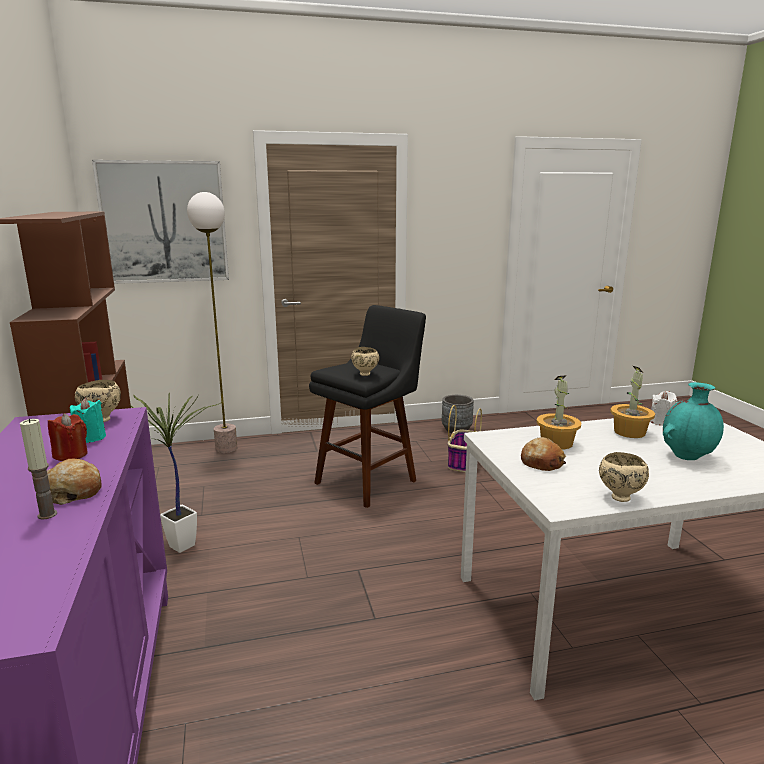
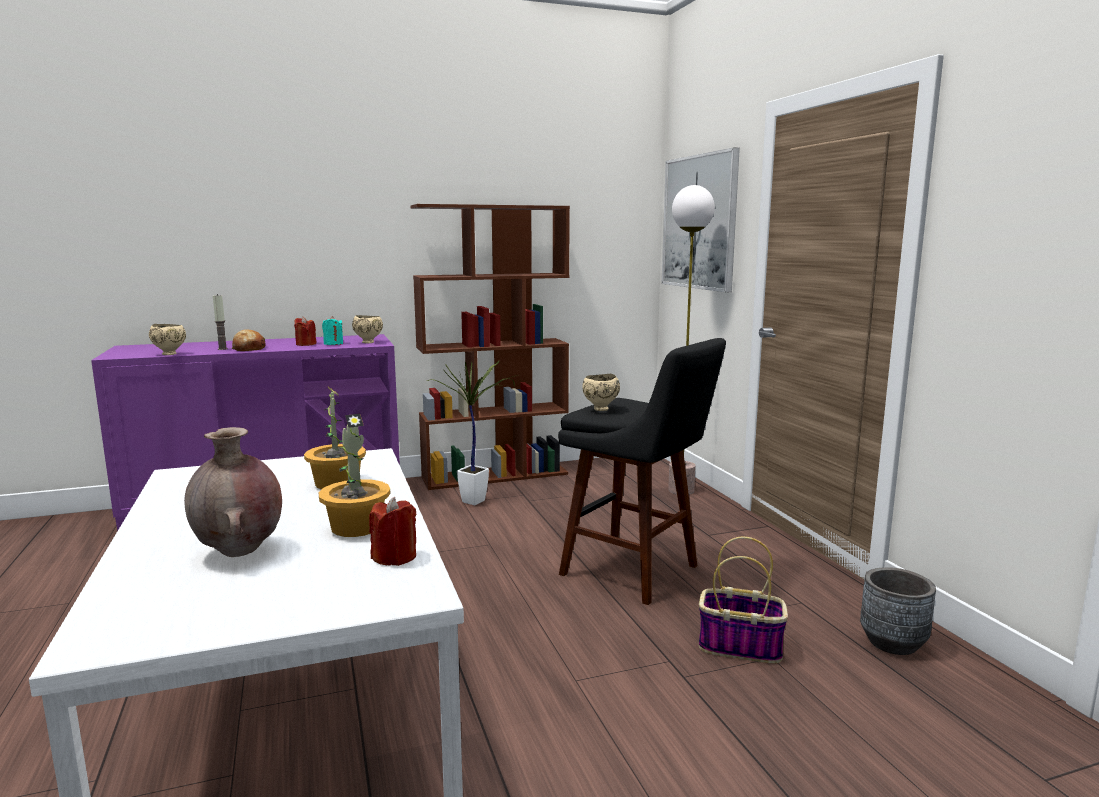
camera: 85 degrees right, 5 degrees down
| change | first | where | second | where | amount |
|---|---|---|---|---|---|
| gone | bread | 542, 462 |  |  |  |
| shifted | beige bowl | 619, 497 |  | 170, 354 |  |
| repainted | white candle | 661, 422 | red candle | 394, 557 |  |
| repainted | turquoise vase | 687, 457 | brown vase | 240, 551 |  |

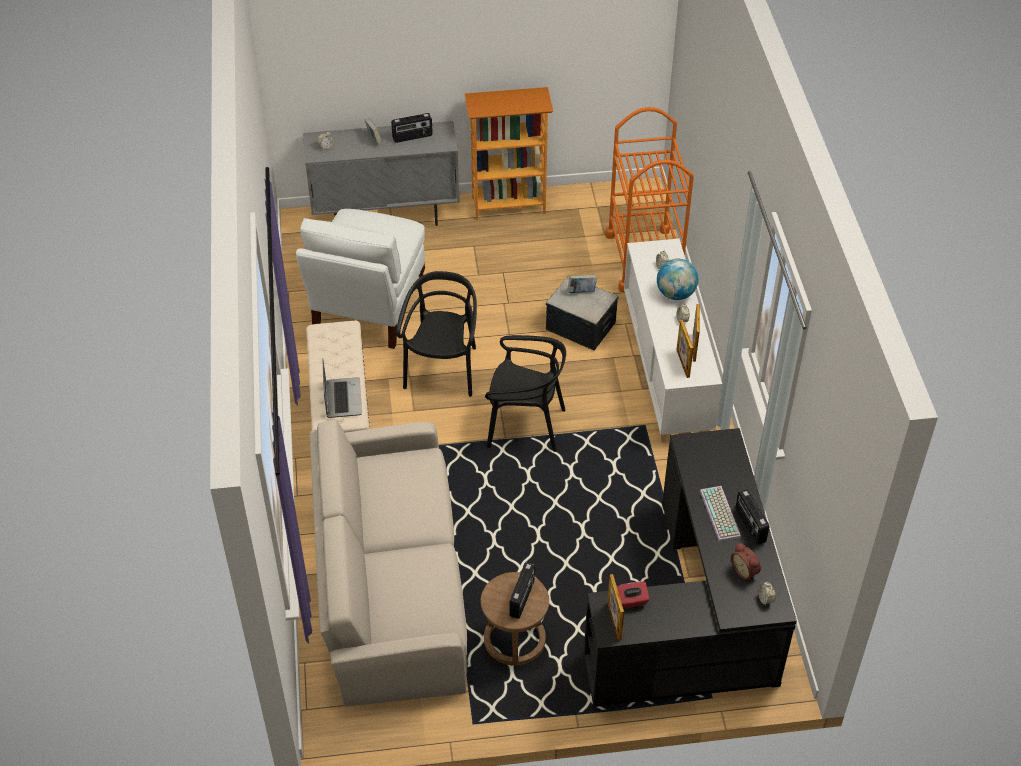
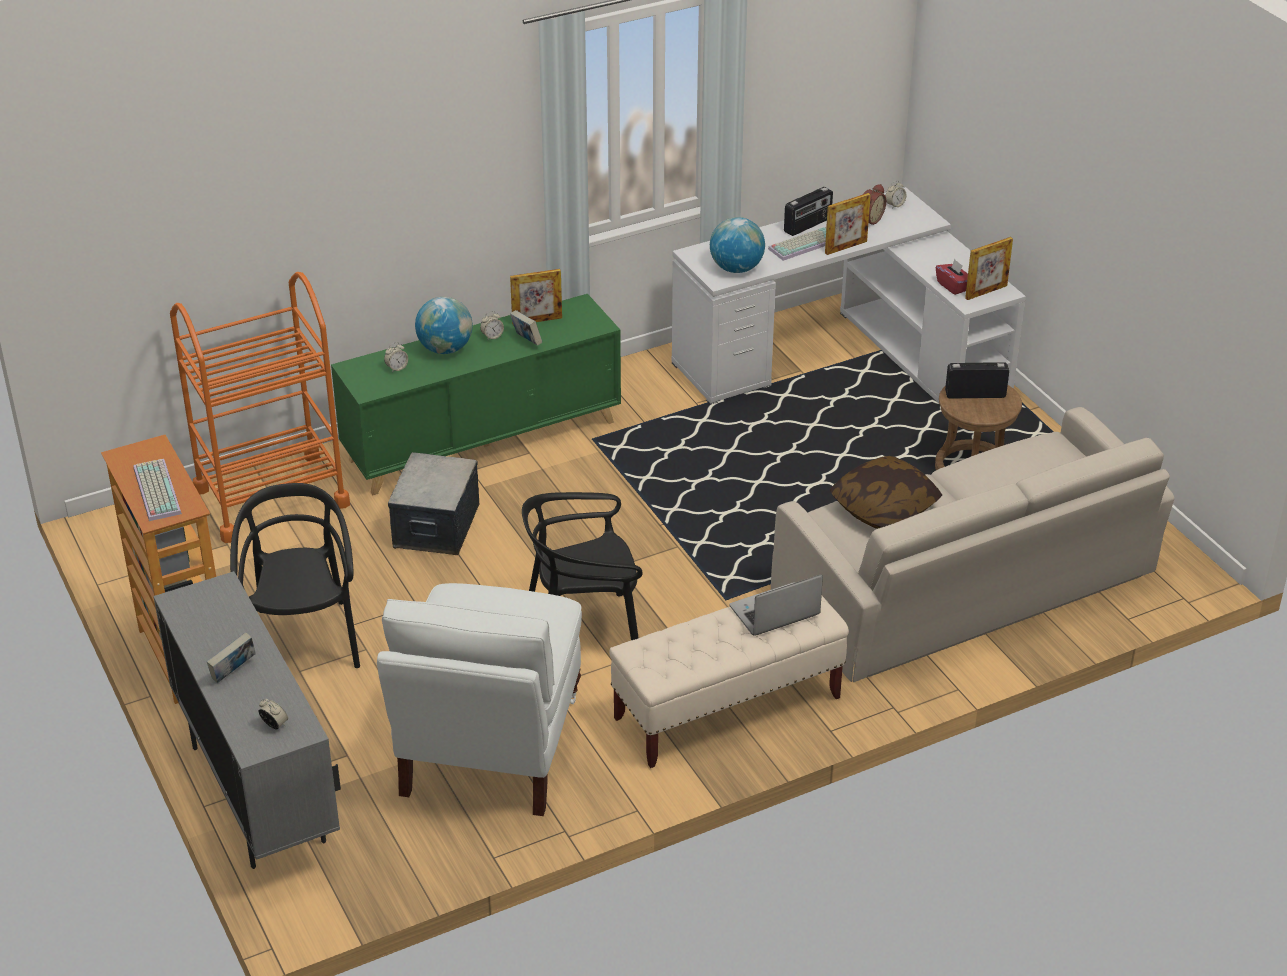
camera: 110 degrees left, 10 degrees down
| change | first | where | second | where | amount |
|---|---|---|---|---|---|
| gone | radio | 412, 137 |  |  |  |
| new |  |  | keyboard | 155, 490 |  |
| new |  |  | globe | 736, 268 |  |
| new |  |  | pillow | 884, 507 |  |
| shifted | black chair | 525, 425 |  | 303, 641 |  |
| shifted | book | 581, 292 |  | 526, 341 |  |
| shifted | picture frame | 683, 363 |  | 846, 247 |  |
| repainted | black desk | 697, 615 | white desk | 848, 357 |  |
| repainted | white cabinet | 666, 368 | green cabinet | 483, 440 |  |
| rotated | white chair | 368, 307 |  | 490, 748 | 105 degrees clockwise |

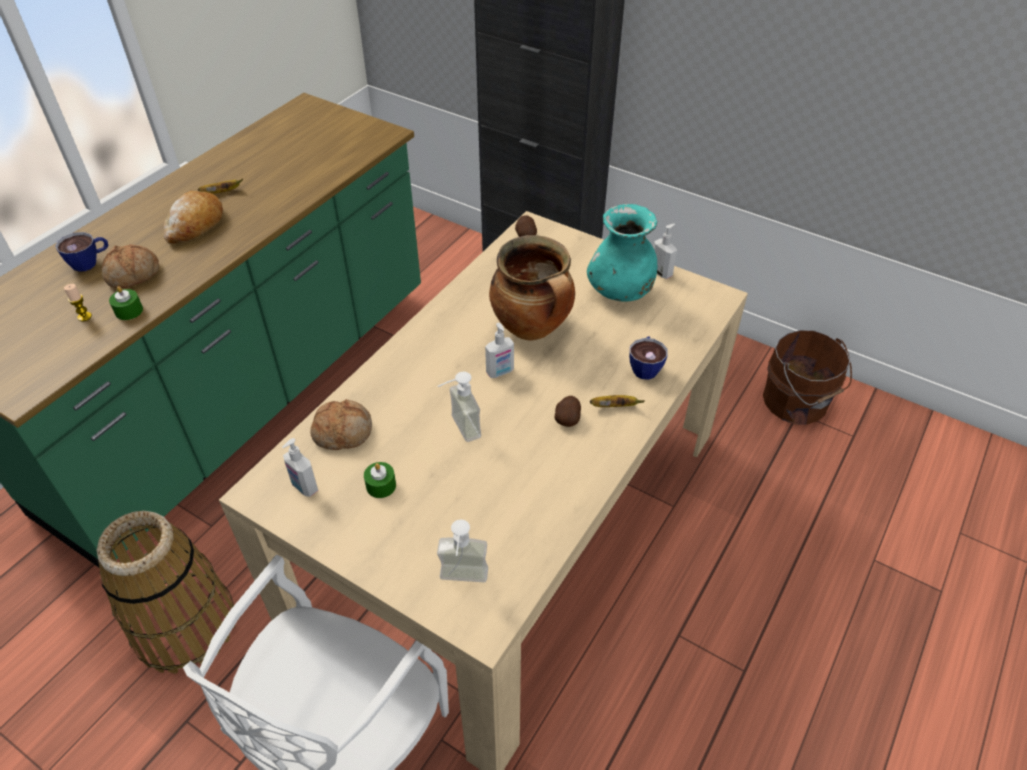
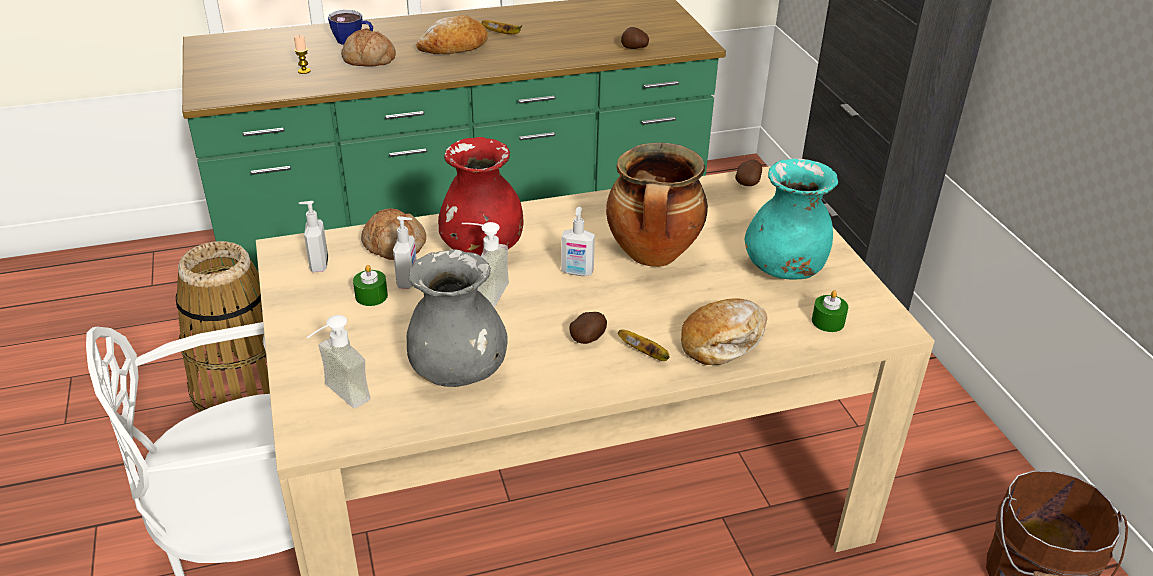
camera: 40 degrees right, 10 degrees down
| change | first | where | second | where | amount |
|---|---|---|---|---|---|
| new |  |  | grey vase | 459, 371 |  |
| new |  |  | red vase | 482, 247 |  |
| new |  |  | potato | 634, 48 |  |
| shifted | green candle | 129, 311 |  | 828, 321 |  |
| shifted | soap dispenser | 661, 272 |  | 408, 281 |  |
| swapped | cup | 645, 366 | bread | 723, 340 |  |

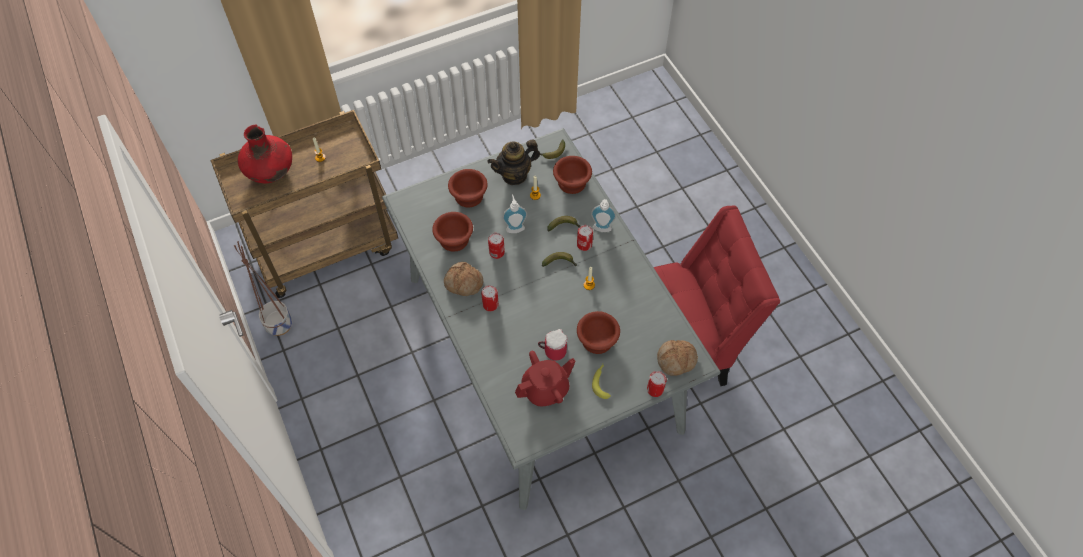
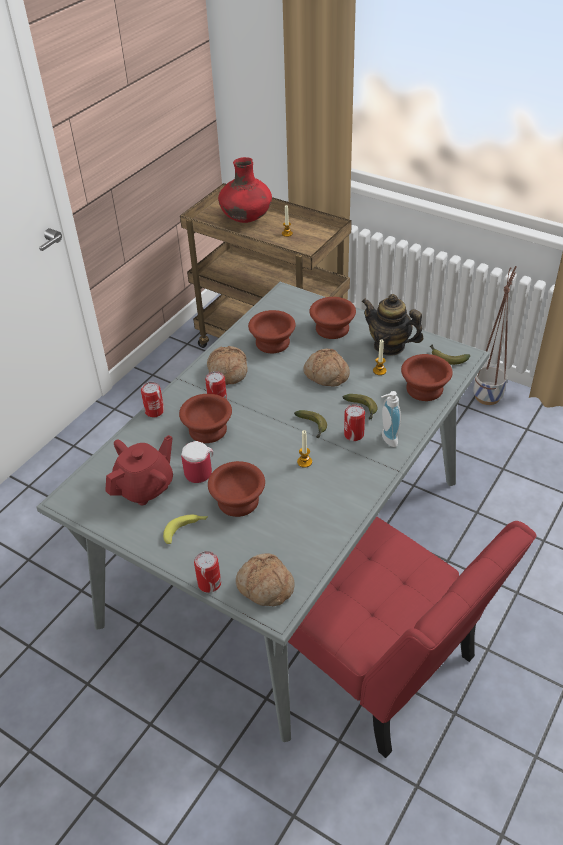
camera: 60 degrees right, 15 degrees down
| change | first | where | second | where | amount |
|---|---|---|---|---|---|
| new |  |  | brown bowl | 208, 429 |  |
| shifted | planter | 279, 325 |  | 487, 396 |  |
| shifted | can | 497, 252 |  | 154, 411 |  |
| swapped | soap dispenser | 515, 227 | bread | 326, 375 |  |
| rotated | red teapot | 545, 389 |  | 145, 487 | 75 degrees counterclockwise |

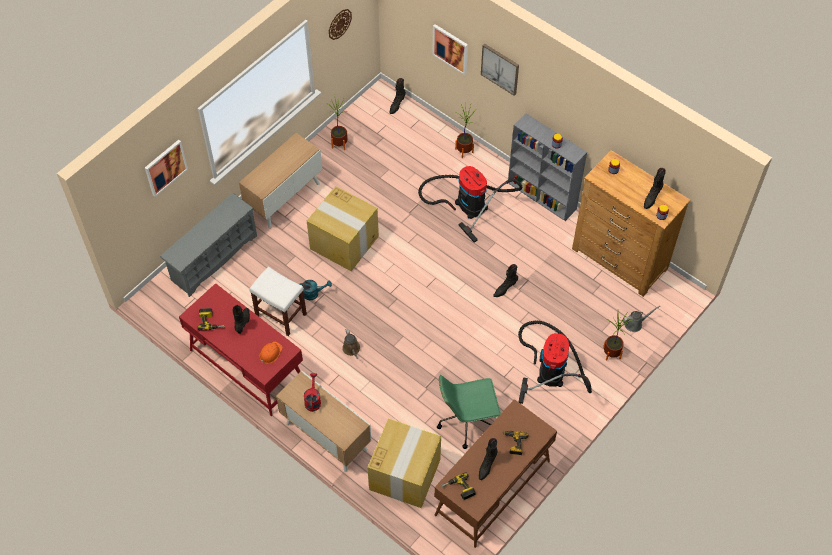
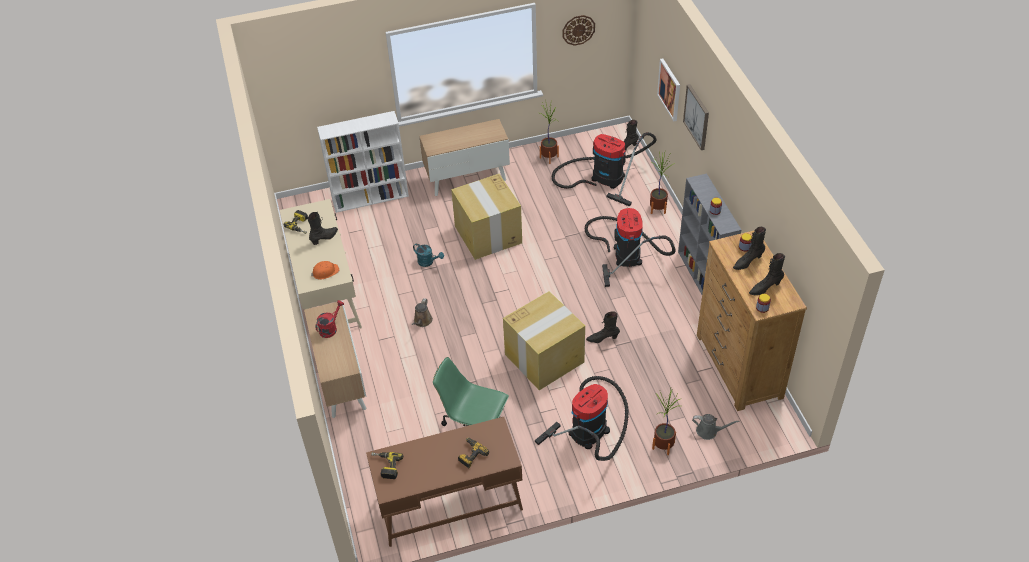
camera: 35 degrees right, 10 degrees down
| change | first | where | second | where | amount |
|---|---|---|---|---|---|
| gone | picture | 165, 167 |  |  |  |
| gone | white stool | 281, 315 |  |  |  |
| new |  |  | vacuum cleaner | 604, 177 |  |
| shifted | cardboard box | 405, 474 |  | 545, 358 |  |
| shifted | black boot | 487, 466 |  | 747, 262 |  |
| swapped | grey shoe rack | 213, 257 | white bookcase | 371, 197 |  |
| repainted | red desk | 247, 365 | beige desk | 326, 291 |  |

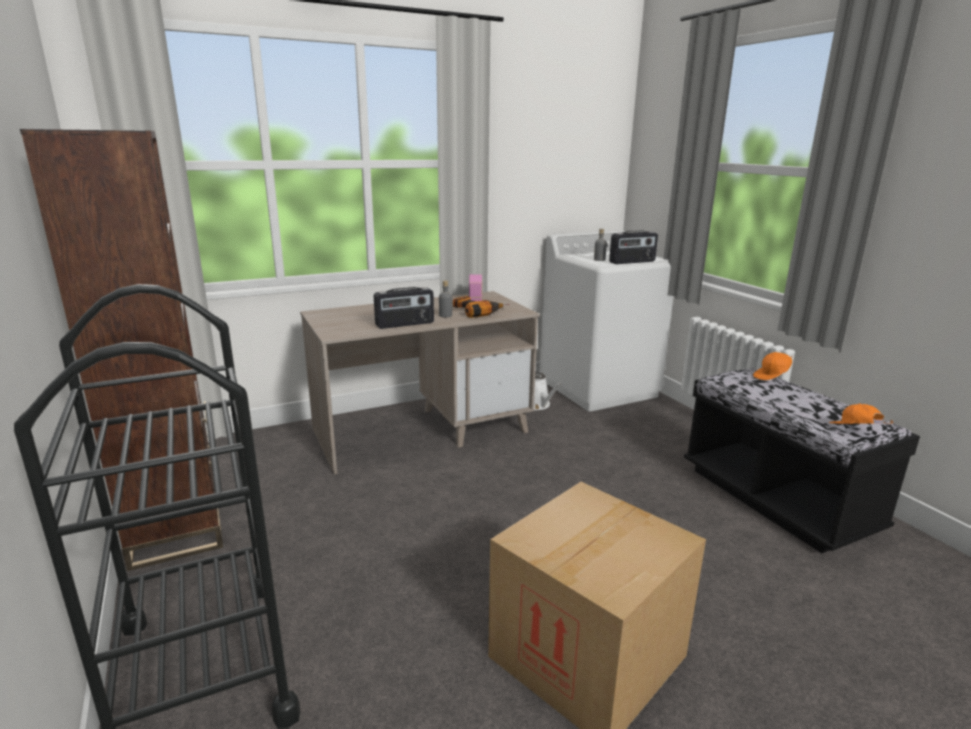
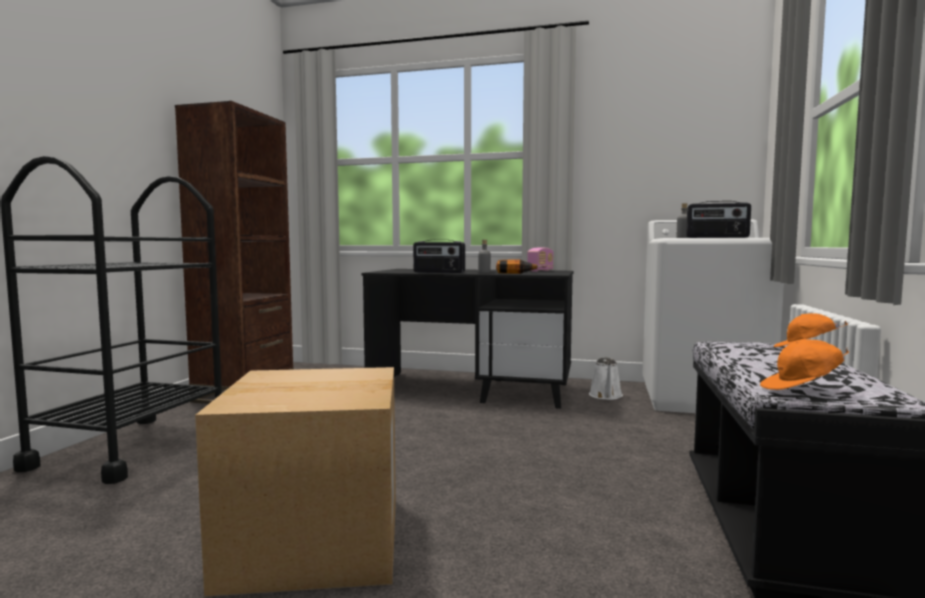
camera: 40 degrees right, 15 degrees down
| change | first | where | second | where | amount |
|---|---|---|---|---|---|
| repainted | beige desk | 423, 431 | black desk | 472, 389 |  |
| rotated | orange cap | 854, 431 |  | 802, 389 | 105 degrees counterclockwise |

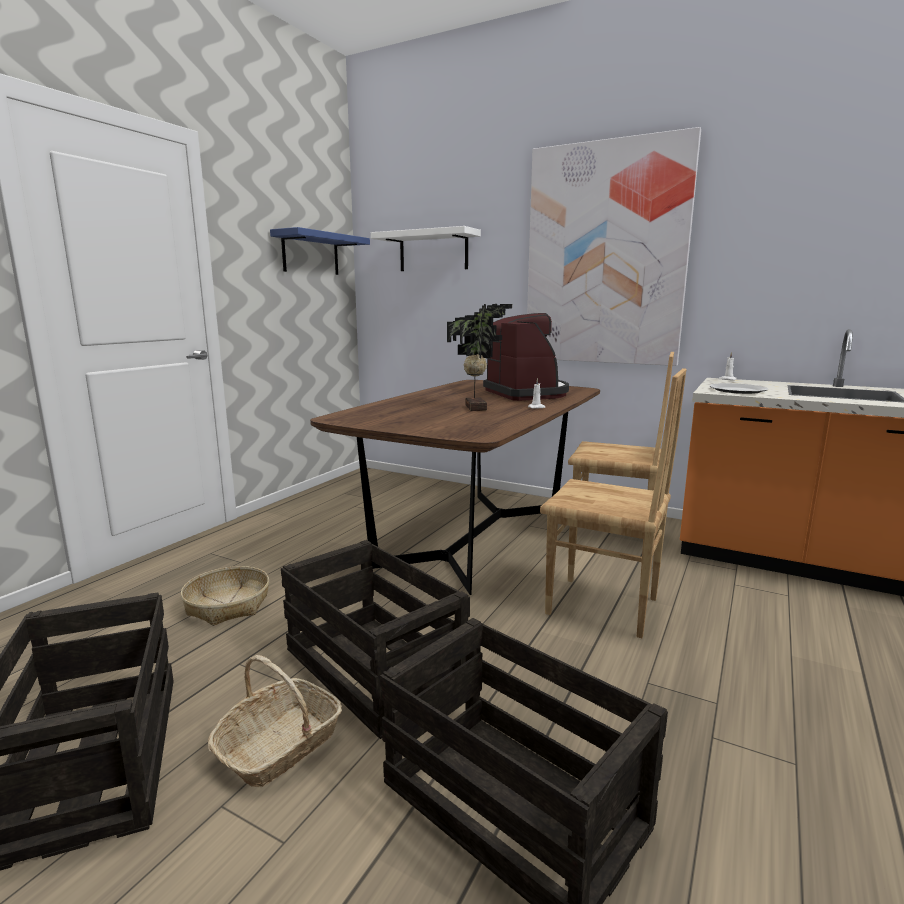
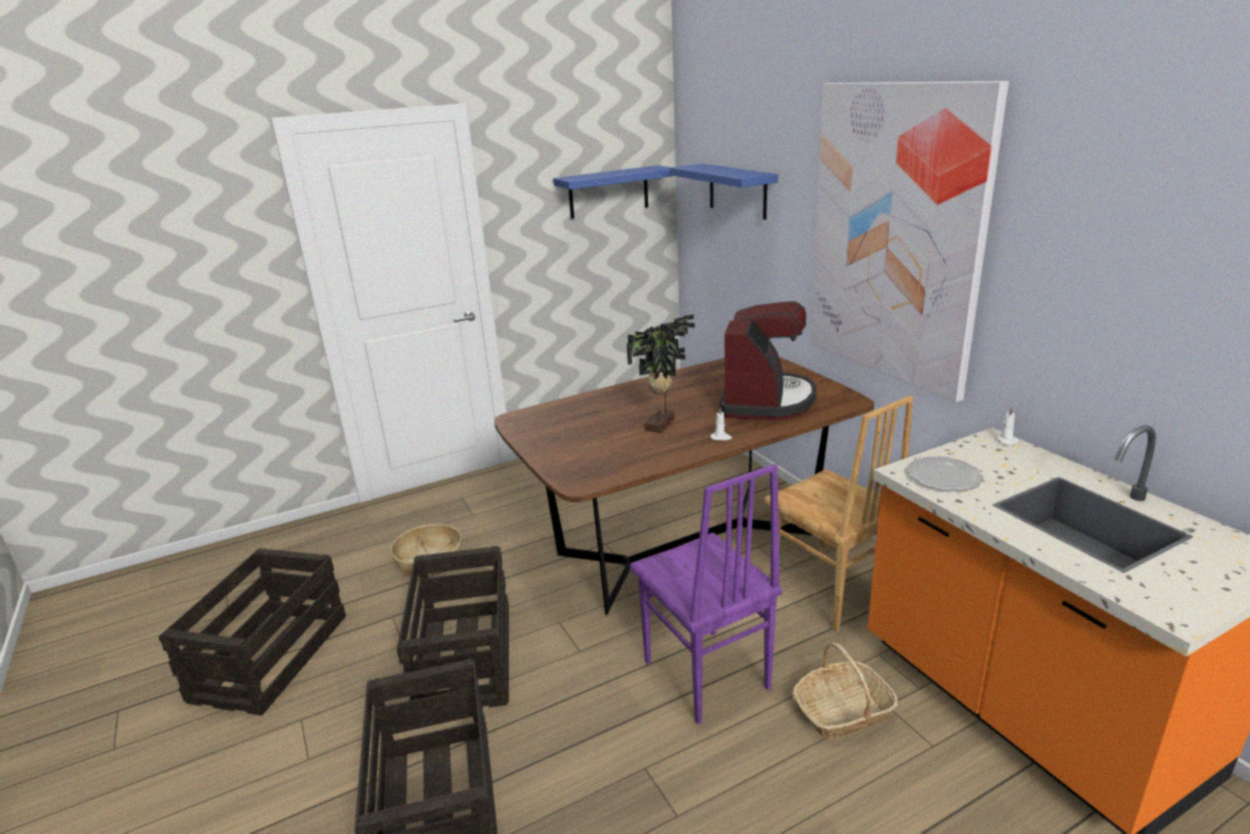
camera: 35 degrees right, 10 degrees up
| change | first | where | second | where | amount |
|---|---|---|---|---|---|
| shifted | basket | 279, 745 |  | 843, 712 |  |
| repainted | white shelf | 433, 251 | blue shelf | 737, 191 |  |
| repainted | brown chair | 602, 607 | purple chair | 705, 676 |  |

